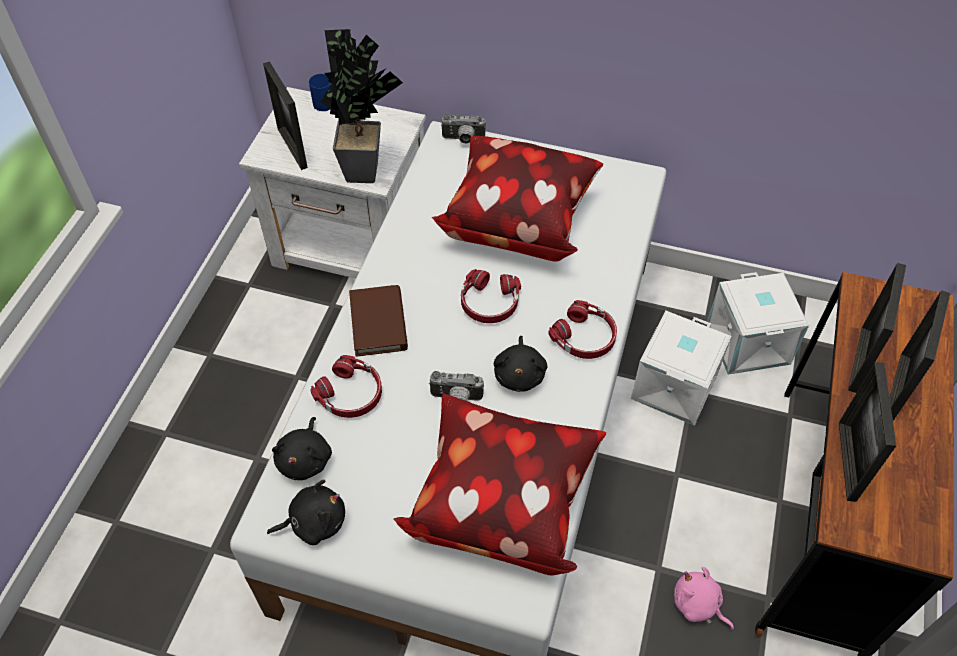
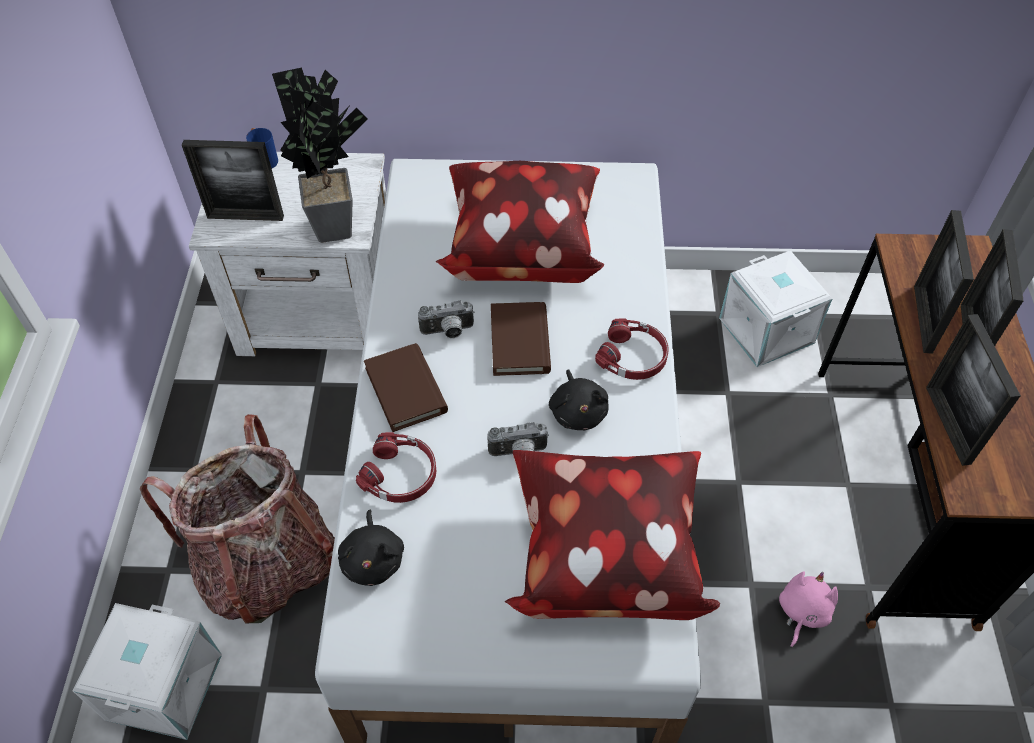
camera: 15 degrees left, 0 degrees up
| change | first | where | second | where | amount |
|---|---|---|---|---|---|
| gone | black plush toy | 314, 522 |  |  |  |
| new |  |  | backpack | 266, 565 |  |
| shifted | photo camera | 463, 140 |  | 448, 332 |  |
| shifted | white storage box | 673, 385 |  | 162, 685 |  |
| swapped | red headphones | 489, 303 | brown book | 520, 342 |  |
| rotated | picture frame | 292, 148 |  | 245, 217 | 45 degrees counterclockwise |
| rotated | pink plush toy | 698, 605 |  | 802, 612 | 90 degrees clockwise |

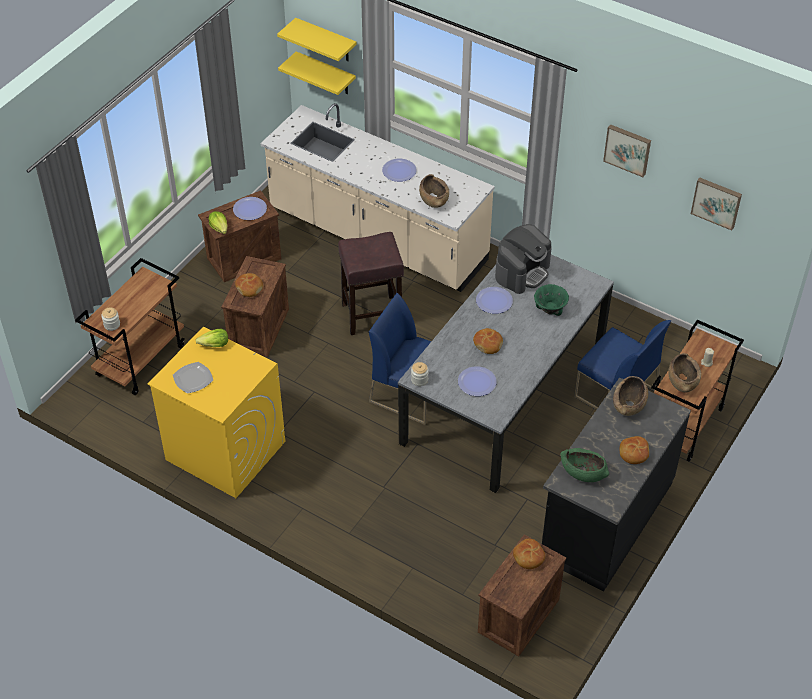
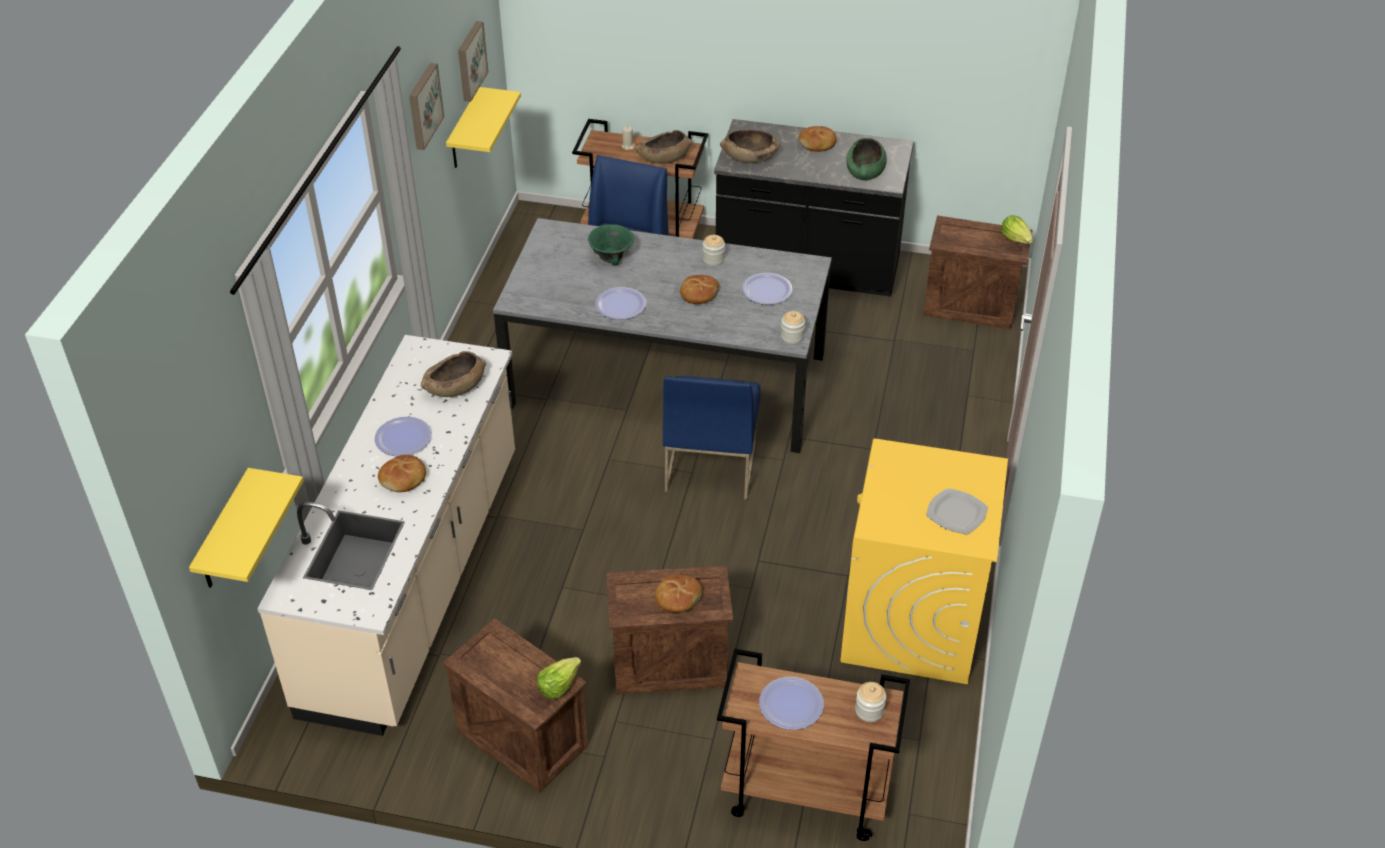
camera: 110 degrees left, 5 degrees down
| change | first | where | second | where | amount |
|---|---|---|---|---|---|
| gone | brown stool | 373, 314 |  |  |  |
| gone | coffee machine | 522, 271 |  |  |  |
| new |  |  | jar | 713, 259 |  |
| shifted | lettuce | 214, 345 |  | 1016, 239 |  |
| shifted | plate | 250, 209 |  | 791, 704 |  |
| shifted | yellow shelf | 326, 40 |  | 464, 130 |  |
| shifted | bread | 528, 557 |  | 404, 479 |  |

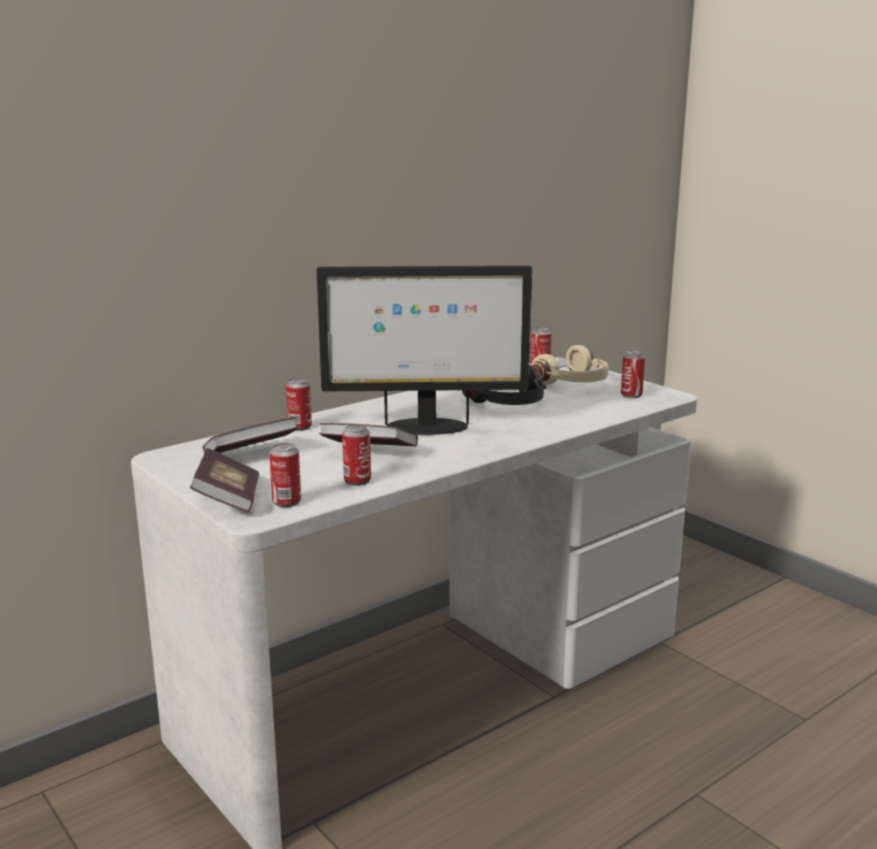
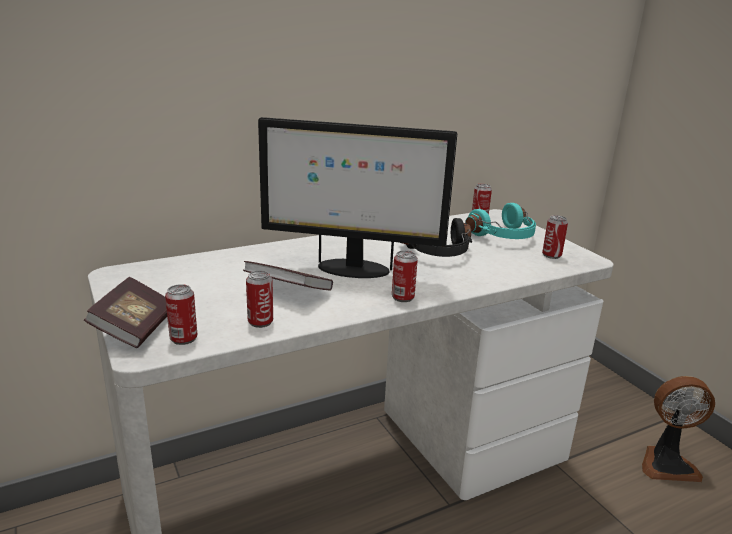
camera: 10 degrees right, 5 degrees up
| change | first | where | second | where | amount |
|---|---|---|---|---|---|
| gone | book | 251, 455 |  |  |  |
| new |  |  | fan | 666, 464 |  |
| shifted | can | 300, 427 |  | 403, 297 |  |
| repainted | beige headphones | 574, 382 | turquoise headphones | 504, 236 |  |

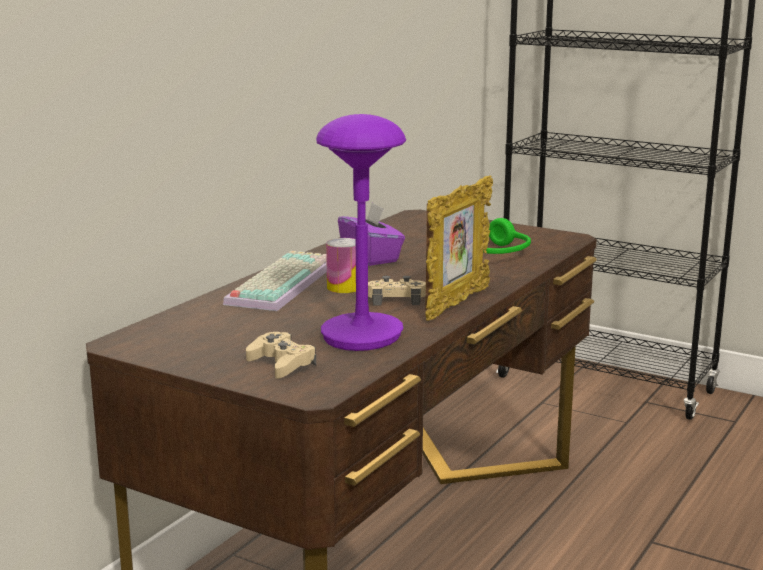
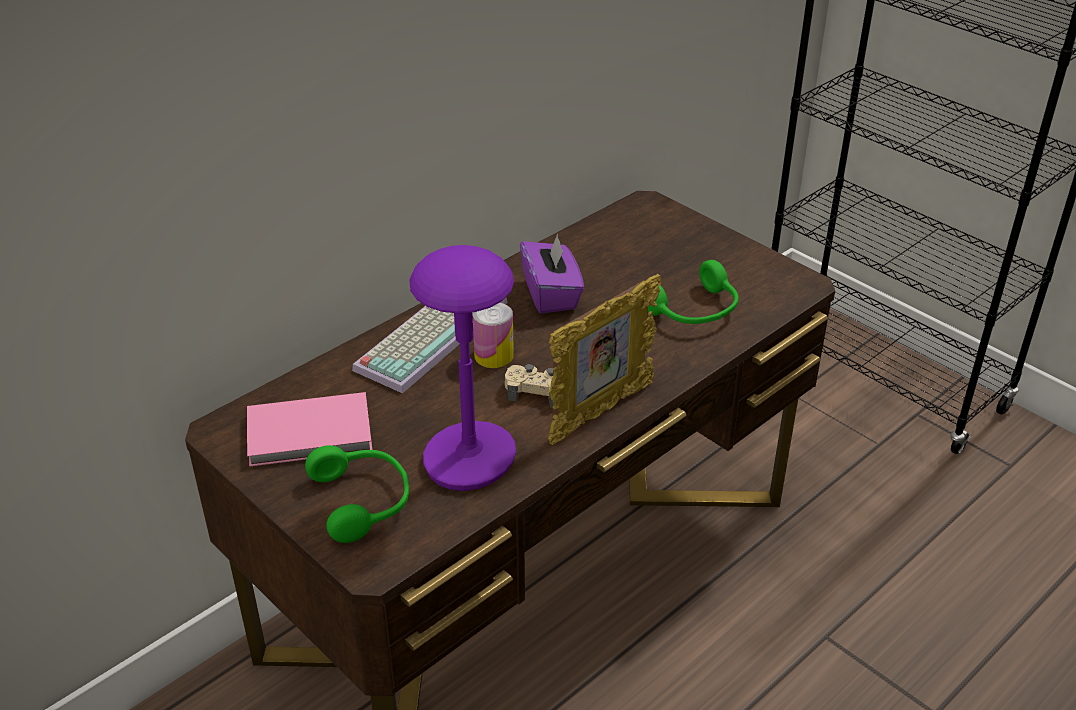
camera: 15 degrees right, 20 degrees up
| change | first | where | second | where | amount |
|---|---|---|---|---|---|
| new |  |  | pink book | 311, 434 |  |
| swapped | beige game controller | 281, 364 | green headphones | 363, 501 |  |

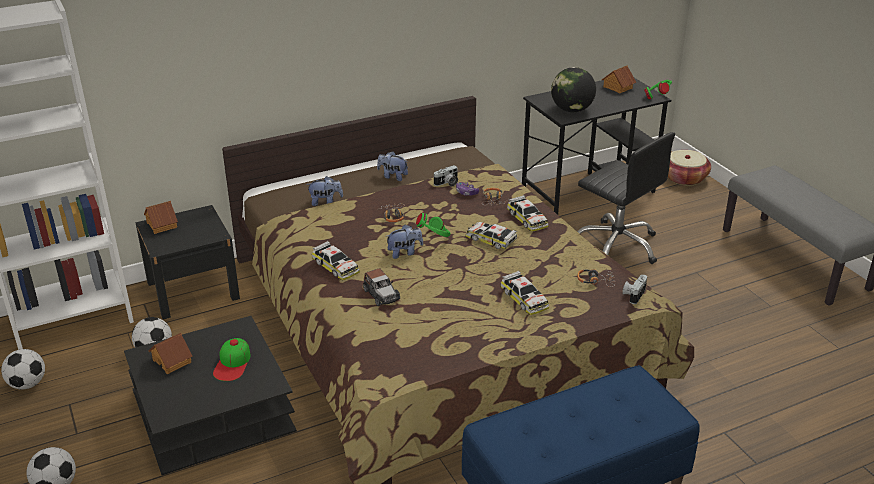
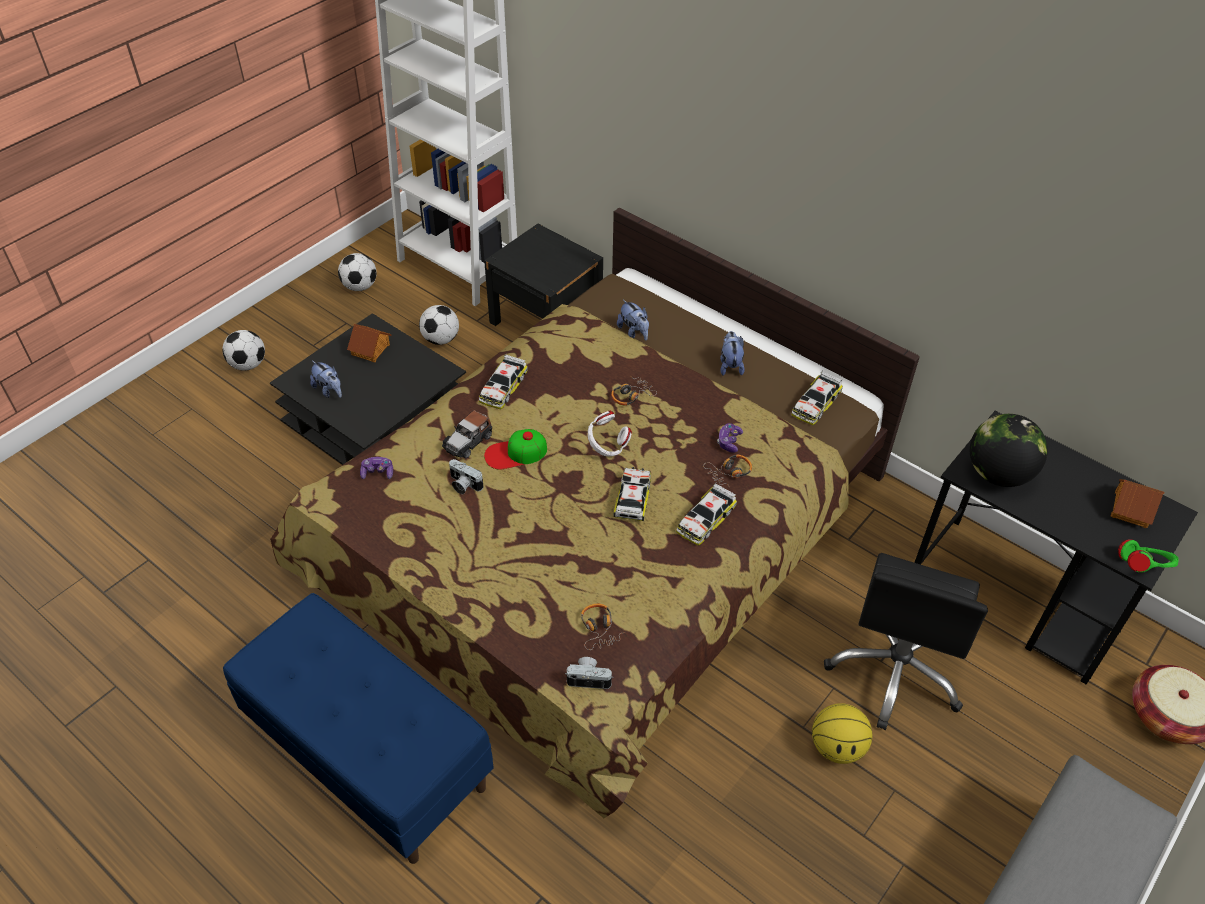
camera: 65 degrees right, 15 degrees up
| change | first | where | second | where | amount |
|---|---|---|---|---|---|
| gone | toy house | 161, 225 |  |  |  |
| new |  |  | game controller | 377, 472 |  |
| new |  |  | basketball | 837, 747 |  |
| shifted | cap | 232, 363 |  | 515, 453 |  |
| shifted | plush toy | 404, 253 |  | 329, 390 |  |
| shifted | photo camera | 447, 183 |  | 463, 485 |  |
| shifted | toy car | 524, 299 |  | 815, 404 |  |
| repainted | green headphones | 434, 237 | white headphones | 607, 446 |  |

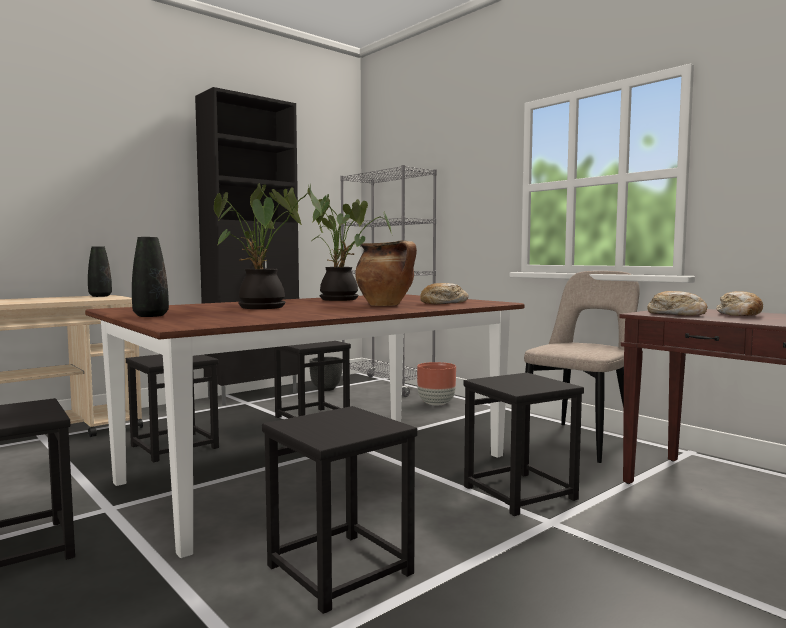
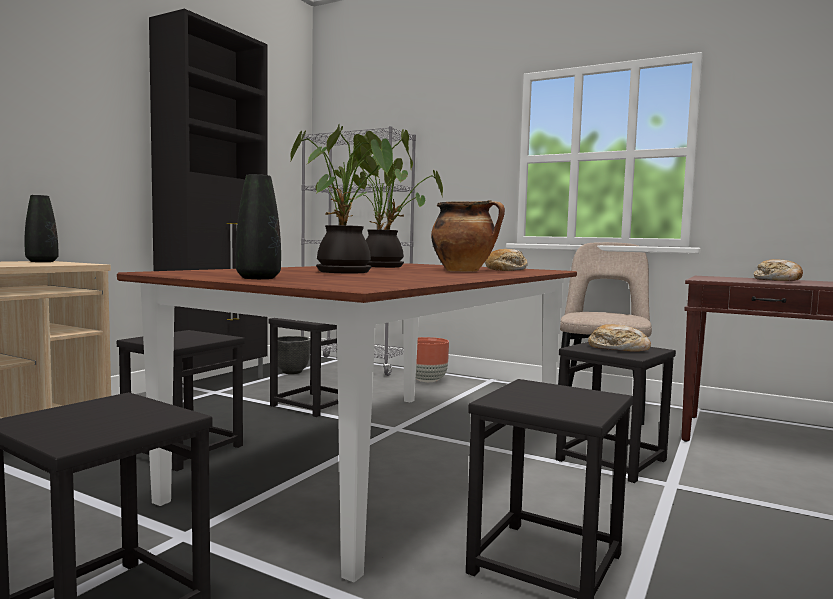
camera: 20 degrees left, 0 degrees up
| change | first | where | second | where | amount |
|---|---|---|---|---|---|
| shifted | bread | 676, 314 |  | 618, 348 |  |

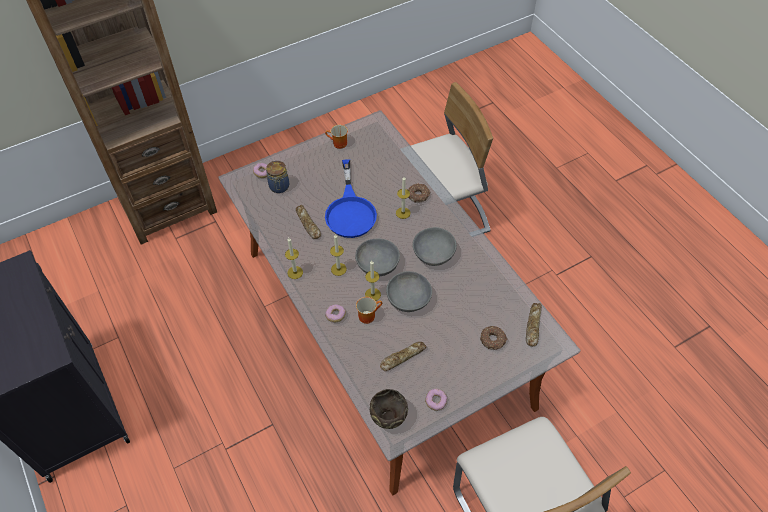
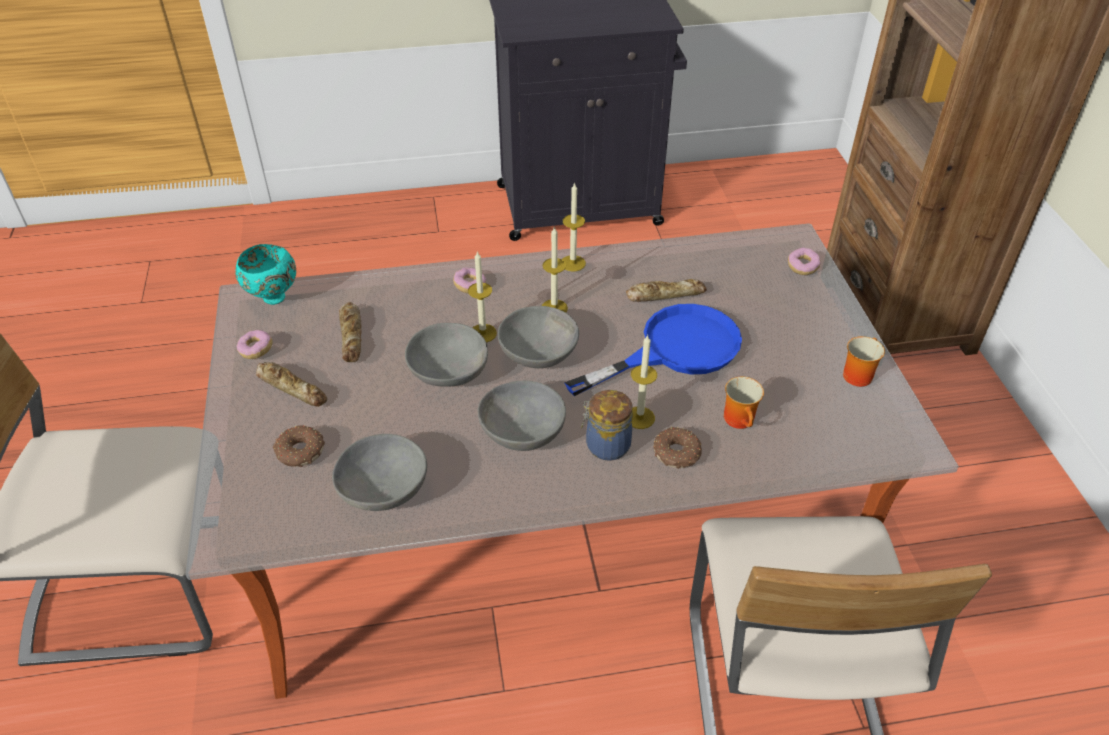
camera: 110 degrees right, 10 degrees down
| change | first | where | second | where | amount |
|---|---|---|---|---|---|
| new |  |  | grey bowl | 383, 488 |  |
| shifted | jar | 279, 187 |  | 606, 445 |  |
| shifted | mug | 368, 315 |  | 742, 420 |  |
| shifted | bread | 532, 326 |  | 292, 388 |  |
| repainted | brown bowl | 388, 419 | turquoise bowl | 272, 298 |  |
| rotated | blue frying pan | 350, 210 |  | 674, 350 | 135 degrees clockwise |

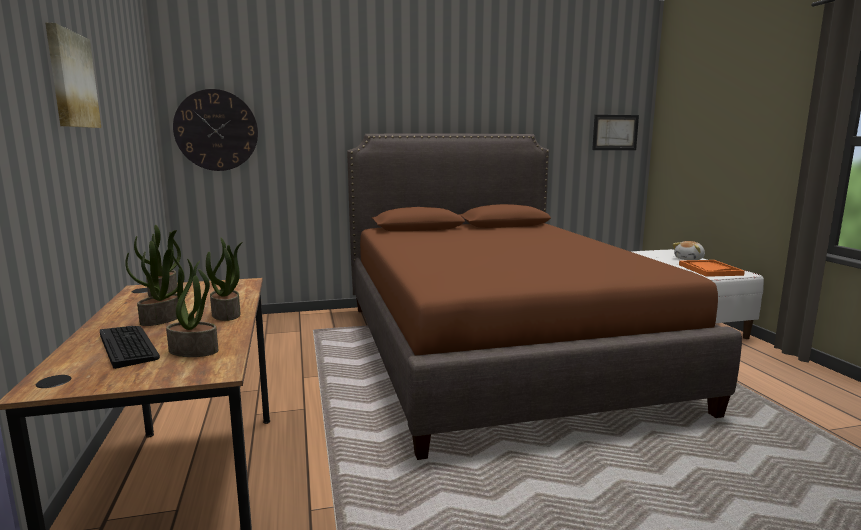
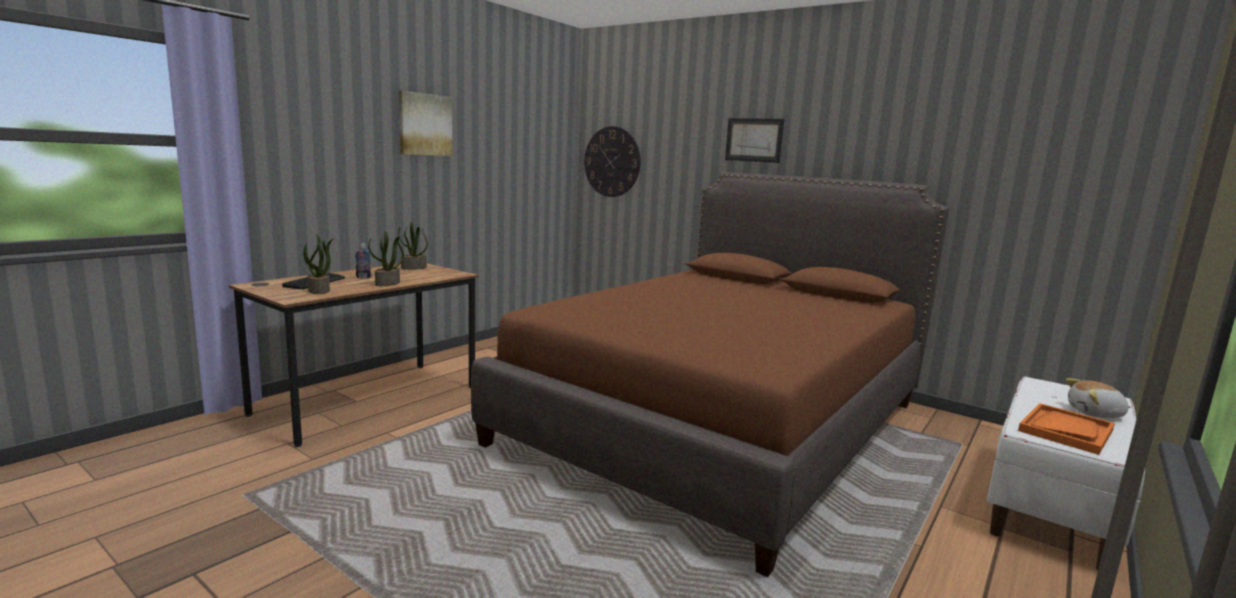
camera: 50 degrees right, 0 degrees up
| change | first | where | second | where | amount |
|---|---|---|---|---|---|
| shifted | picture | 615, 132 |  | 754, 140 |  |
| swapped | potted plant | 161, 319 | bottle | 363, 277 |  |

